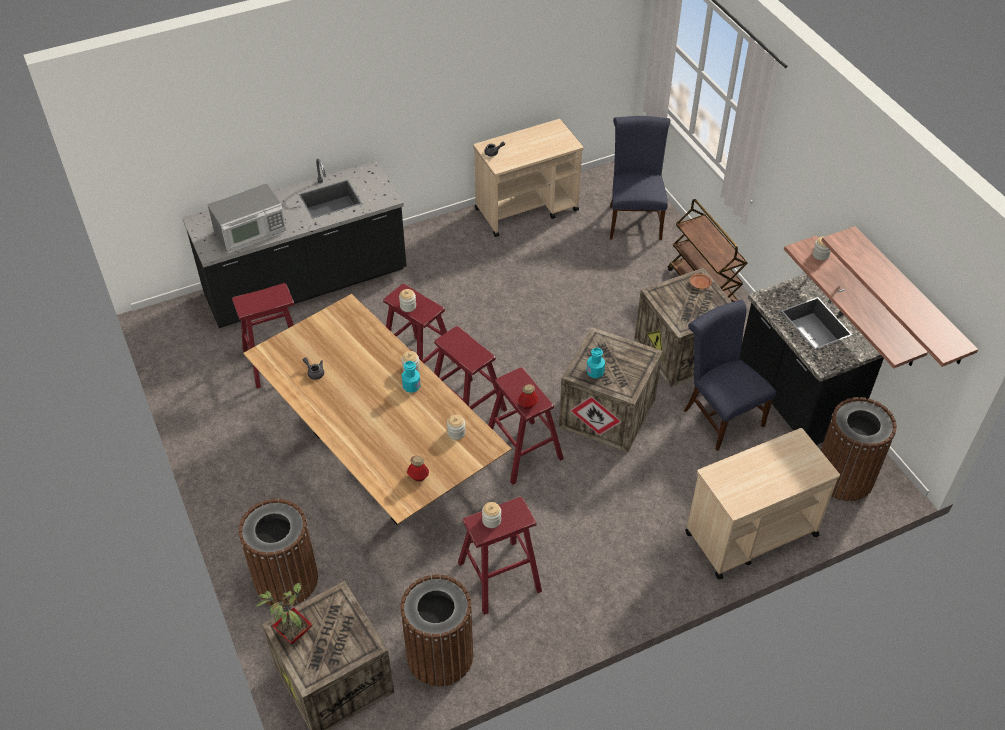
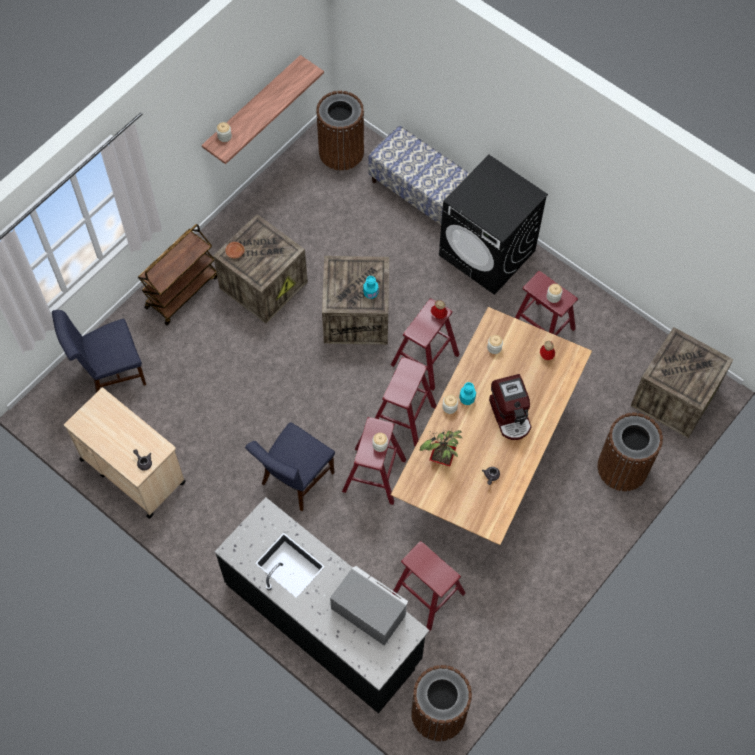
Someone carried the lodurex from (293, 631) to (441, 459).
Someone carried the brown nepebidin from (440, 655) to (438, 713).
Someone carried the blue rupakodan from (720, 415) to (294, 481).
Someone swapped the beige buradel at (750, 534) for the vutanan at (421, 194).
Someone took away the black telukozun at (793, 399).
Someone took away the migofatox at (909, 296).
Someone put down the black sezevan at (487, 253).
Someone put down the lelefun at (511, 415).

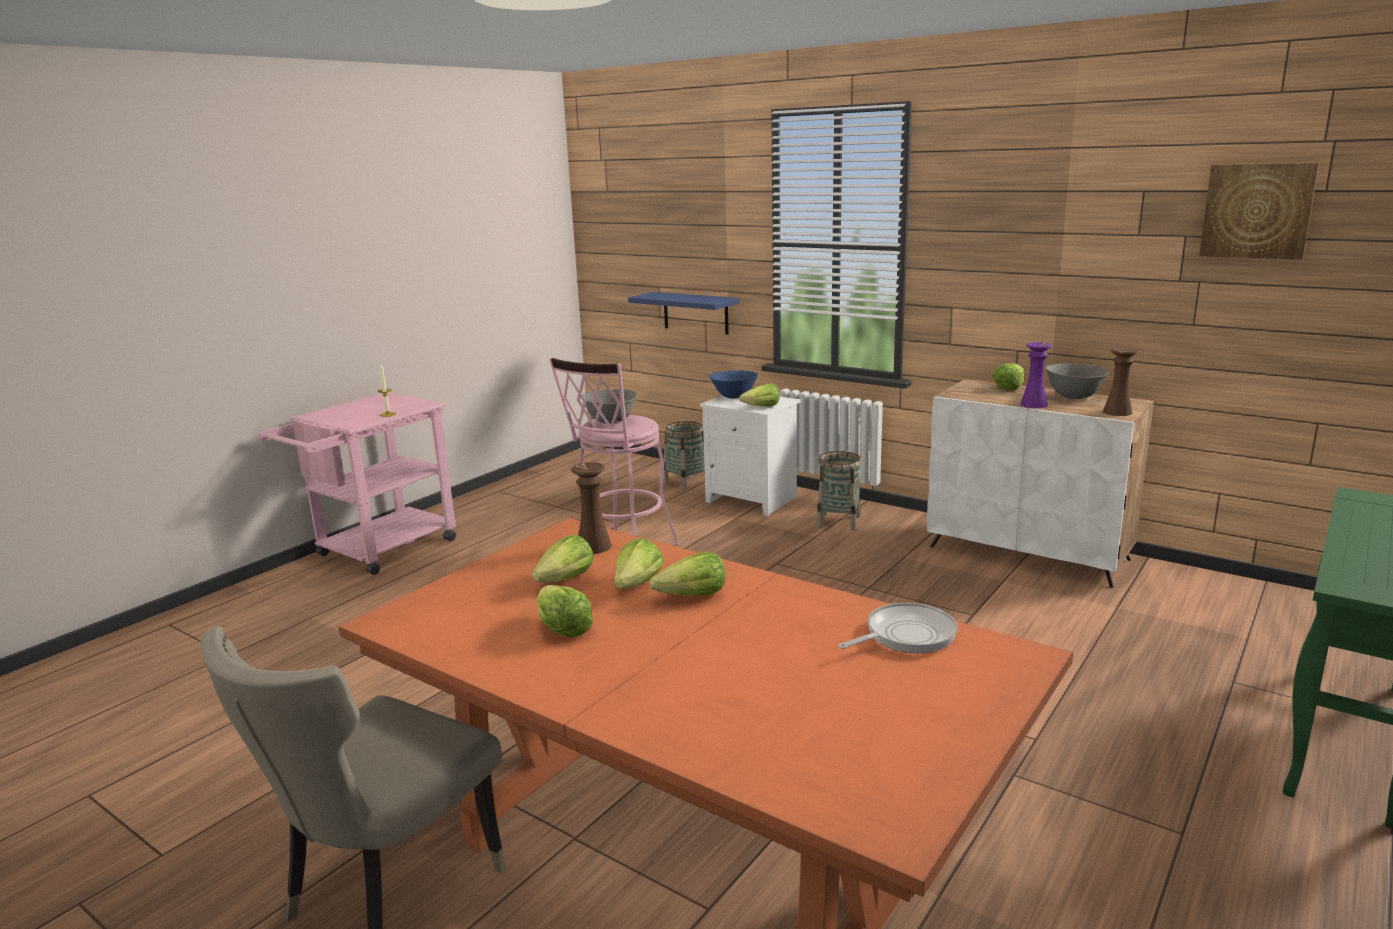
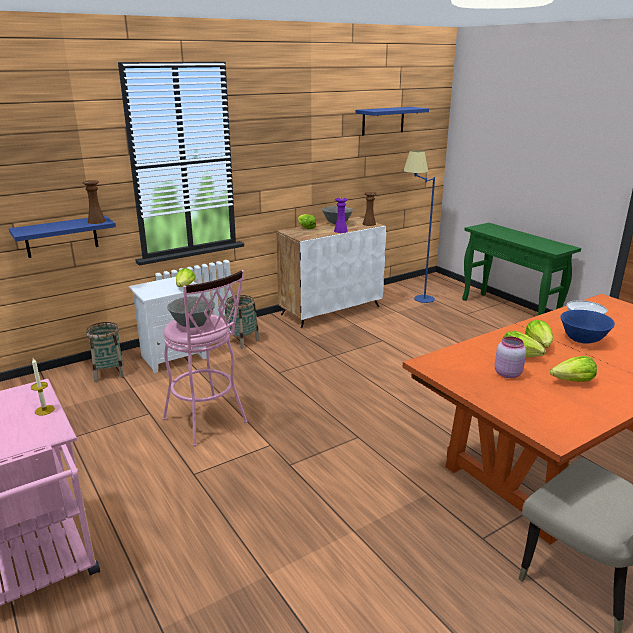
Someone swapped the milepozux at (566, 580) for the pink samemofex at (507, 373).
Someone carried the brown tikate from (593, 546) to (96, 221).
Someone carried the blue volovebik from (734, 397) to (583, 340).
Someone swapped the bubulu at (1257, 210) for the blue migofatox at (383, 121).
Someone put down the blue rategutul at (414, 297).

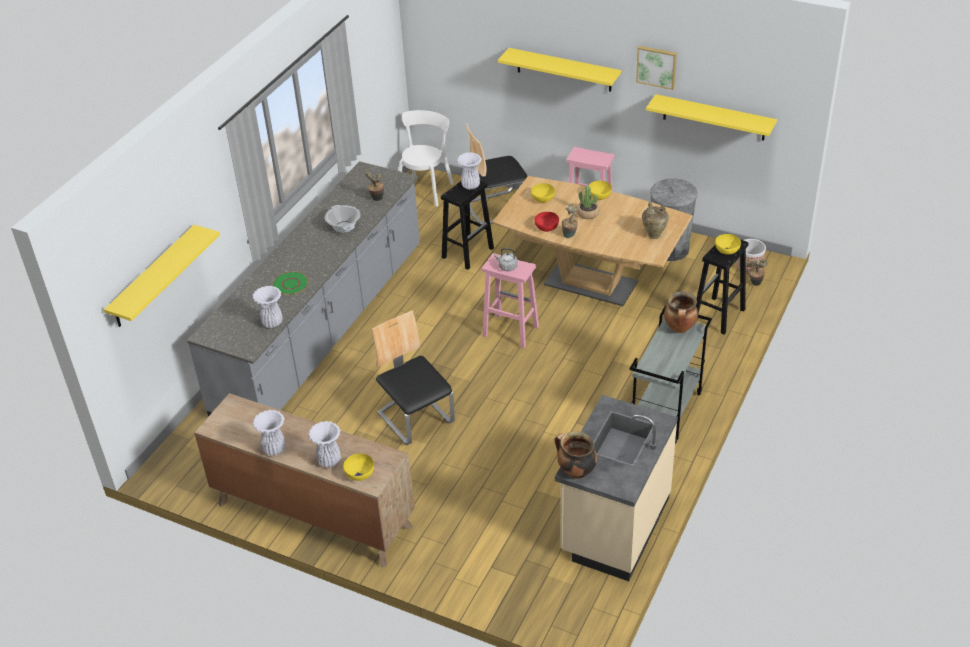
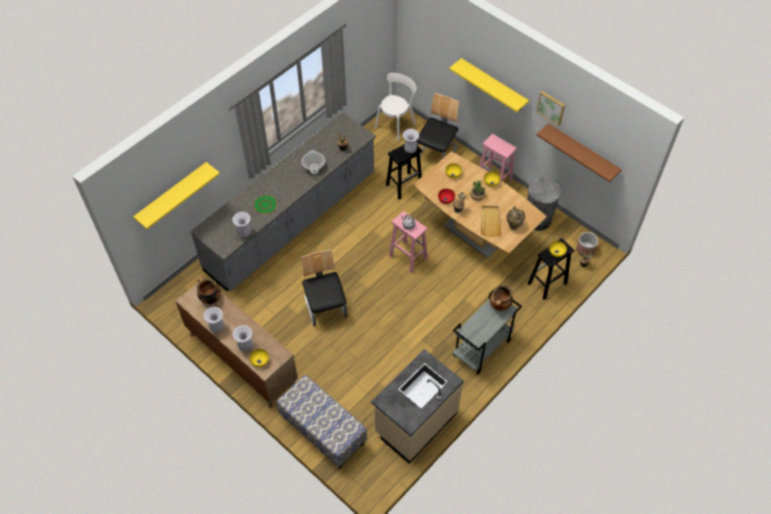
Someone rotated the rupakodan at (497, 207) by 120 degrees clockwise.
Someone carried the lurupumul from (575, 471) to (210, 298).
Someone repainted the yellow migofatox at (714, 117), which became the brown migofatox at (582, 152).
Someone put down the vutanan at (322, 430).
Someone put down the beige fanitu at (490, 221).

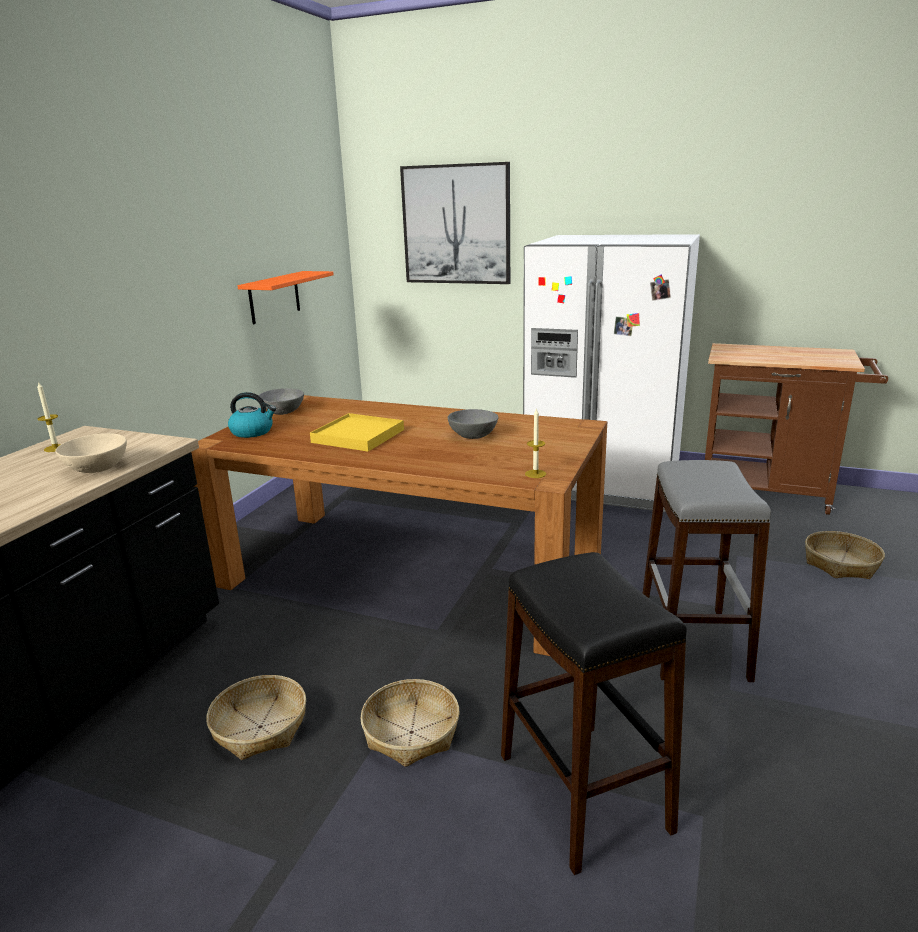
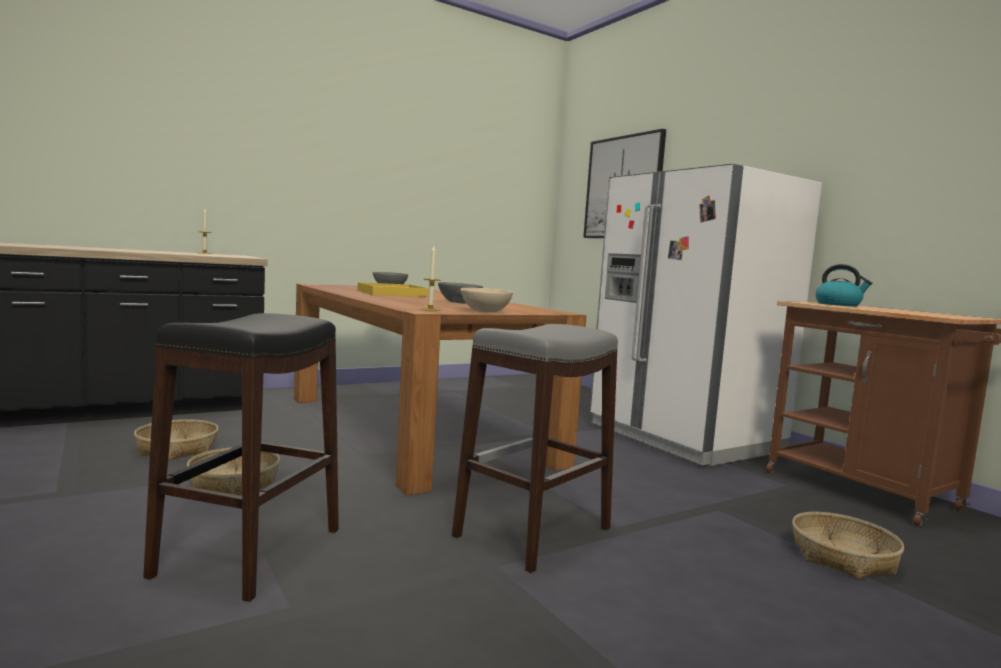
Someone carried the beige volovebik from (97, 468) to (485, 311).
Someone carried the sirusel from (253, 432) to (839, 305).
Someone took away the orange migofatox at (274, 297).

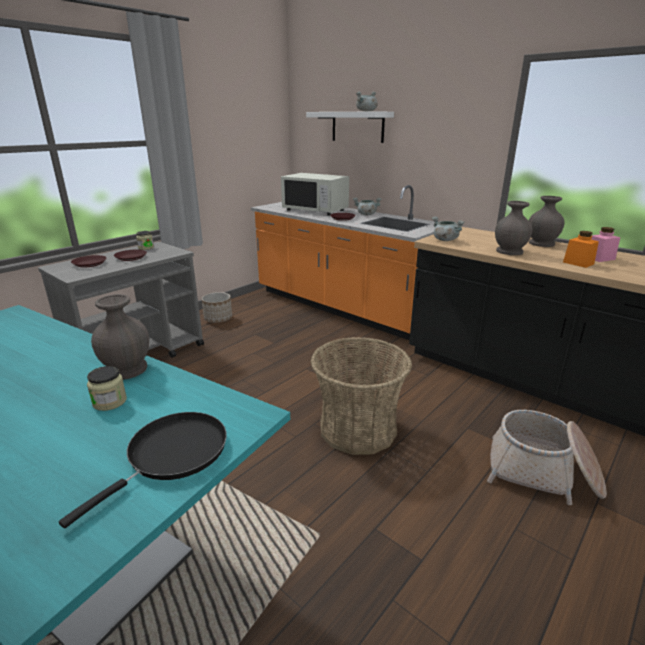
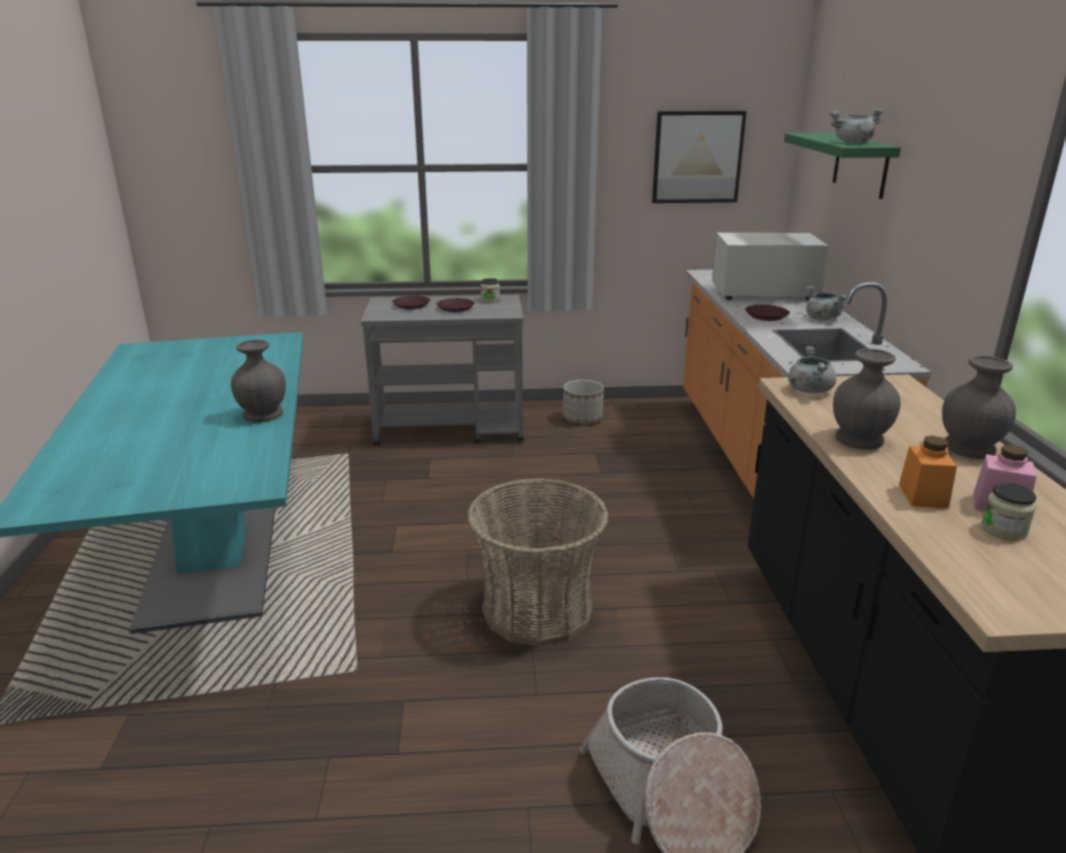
Someone took away the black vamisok at (172, 455).
Someone carried the samemofex from (110, 402) to (1003, 530).
Someone rotated the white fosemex at (315, 210) by 105 degrees clockwise.
Someone repainted the white migofatox at (357, 127), which became the green migofatox at (860, 165).
Someone put up the bubulu at (697, 157).

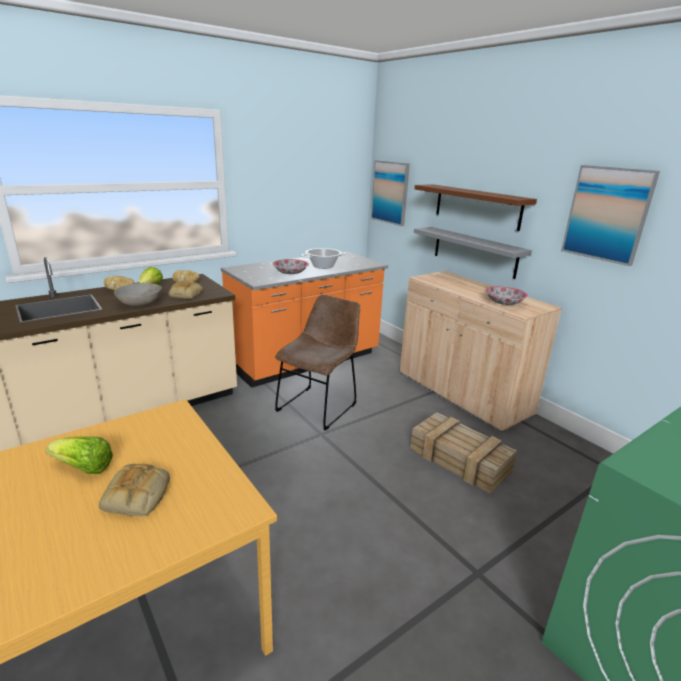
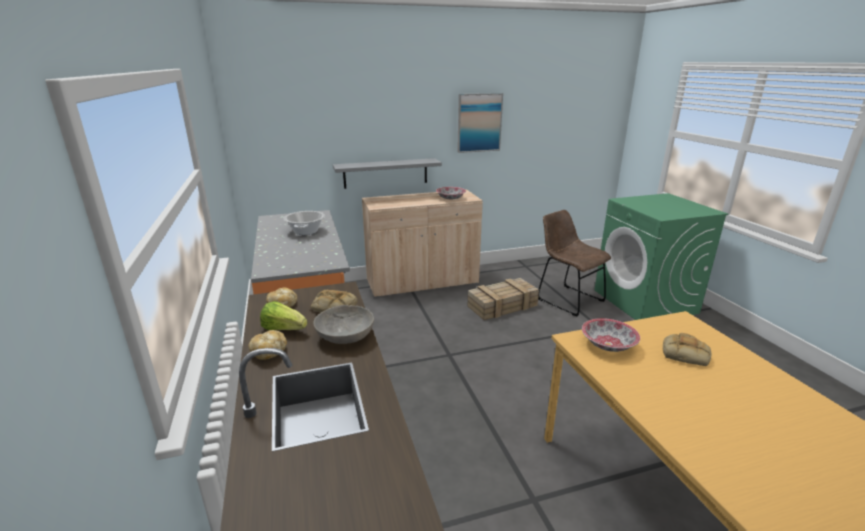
Someone took away the milepozux at (84, 468).
Someone carried the volovebik from (290, 273) to (607, 344).
Someone carried the brown rupakodan from (319, 406) to (567, 299).
Someone took away the bubulu at (390, 192).
Someone took away the brown migofatox at (477, 206).

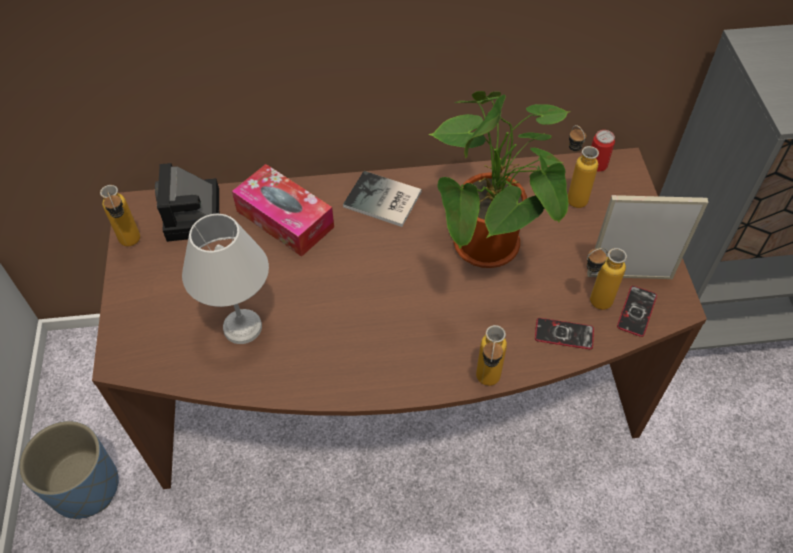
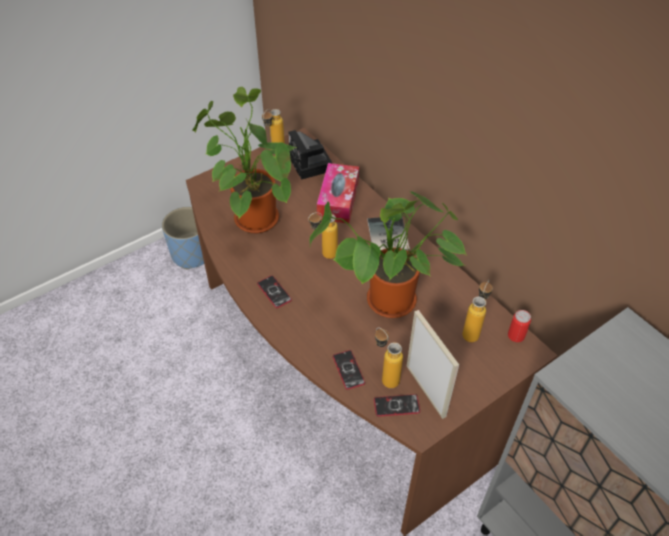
Someone rotated the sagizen at (194, 217) by 75 degrees counterclockwise.
Someone swapped the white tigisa at (241, 326) for the lodurex at (252, 217).
Someone carried the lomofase from (486, 385) to (323, 255).
Someone put down the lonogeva at (274, 292).

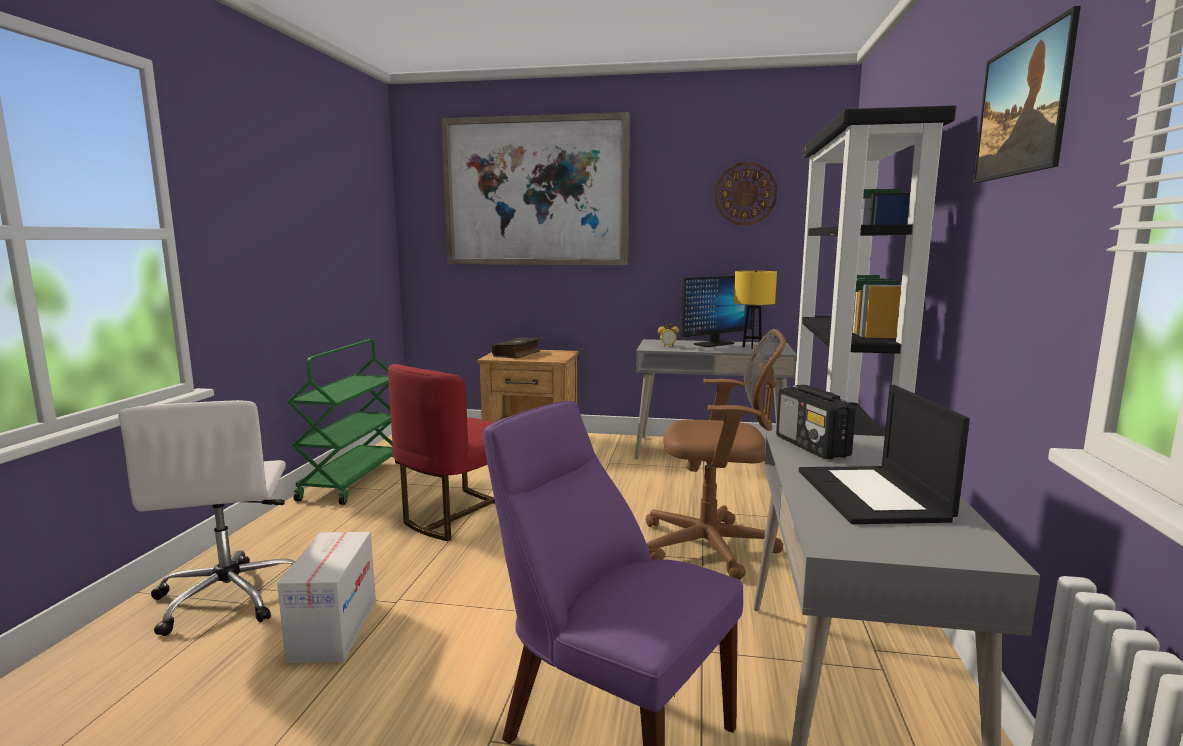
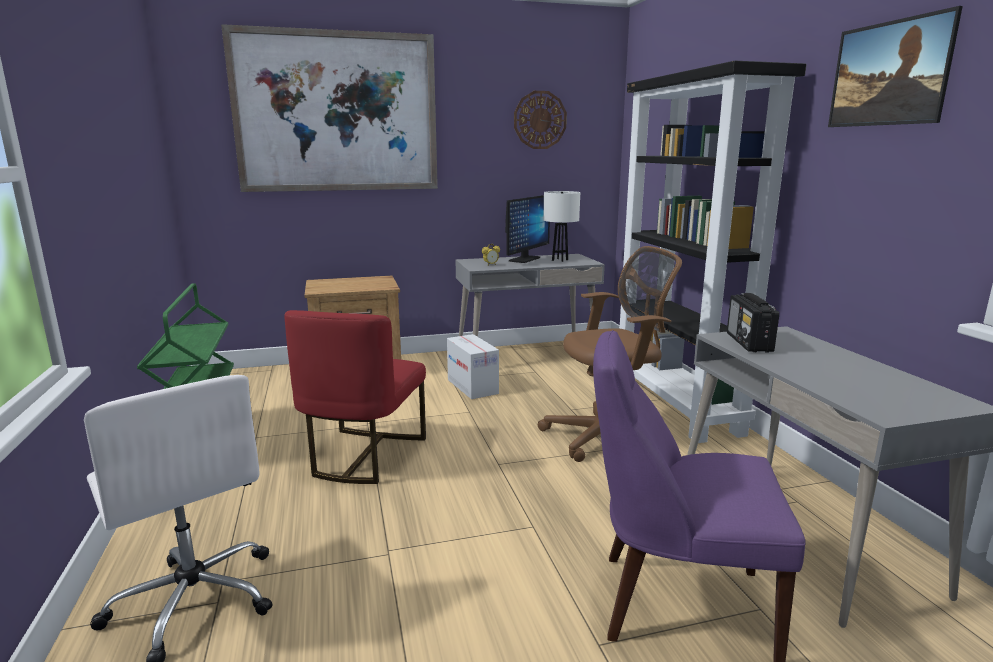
Someone carried the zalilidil from (334, 630) to (472, 386).
Someone took away the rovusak at (517, 354).
Someone repainted the yellow tigisa at (751, 347), which became the white tigisa at (560, 260).
Someone rotated the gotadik at (812, 447) by 45 degrees clockwise.
Someone took away the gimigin at (873, 495).

